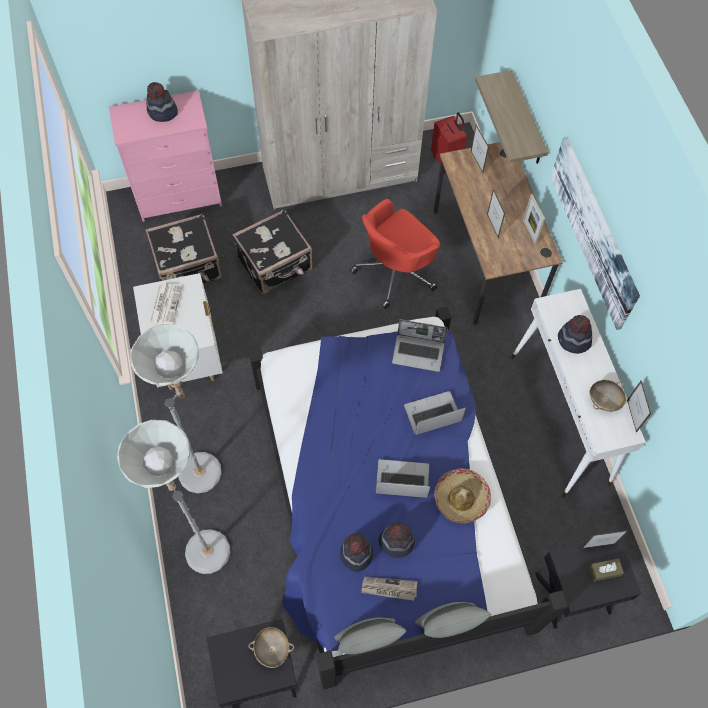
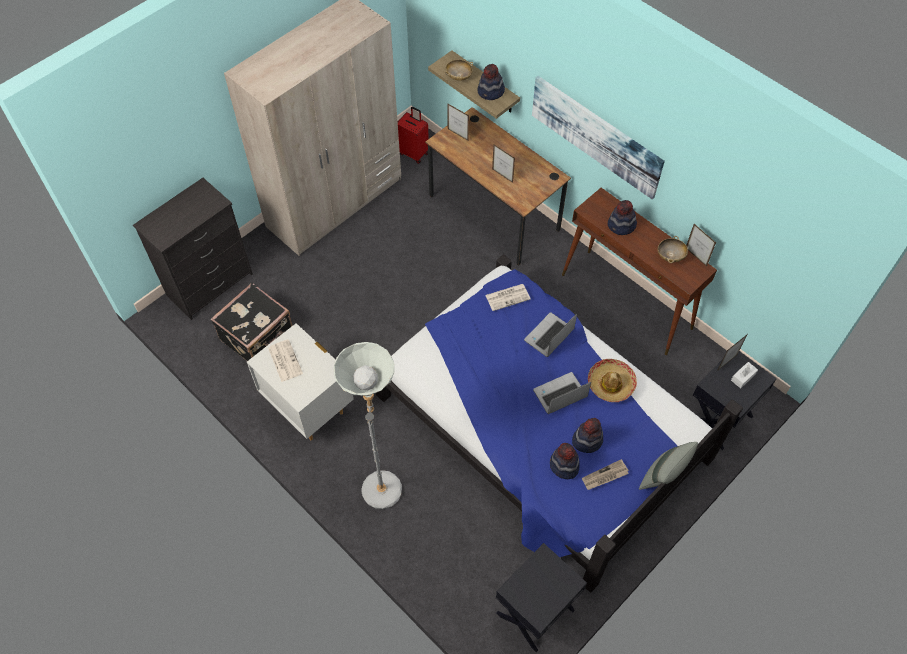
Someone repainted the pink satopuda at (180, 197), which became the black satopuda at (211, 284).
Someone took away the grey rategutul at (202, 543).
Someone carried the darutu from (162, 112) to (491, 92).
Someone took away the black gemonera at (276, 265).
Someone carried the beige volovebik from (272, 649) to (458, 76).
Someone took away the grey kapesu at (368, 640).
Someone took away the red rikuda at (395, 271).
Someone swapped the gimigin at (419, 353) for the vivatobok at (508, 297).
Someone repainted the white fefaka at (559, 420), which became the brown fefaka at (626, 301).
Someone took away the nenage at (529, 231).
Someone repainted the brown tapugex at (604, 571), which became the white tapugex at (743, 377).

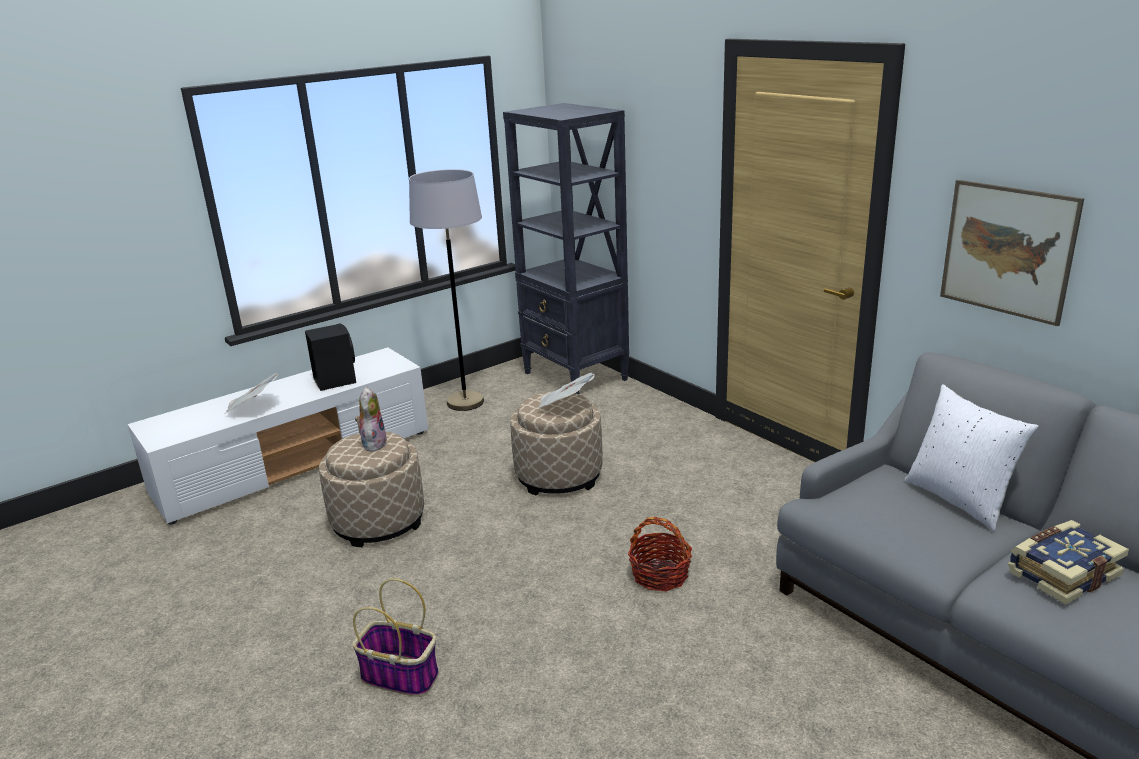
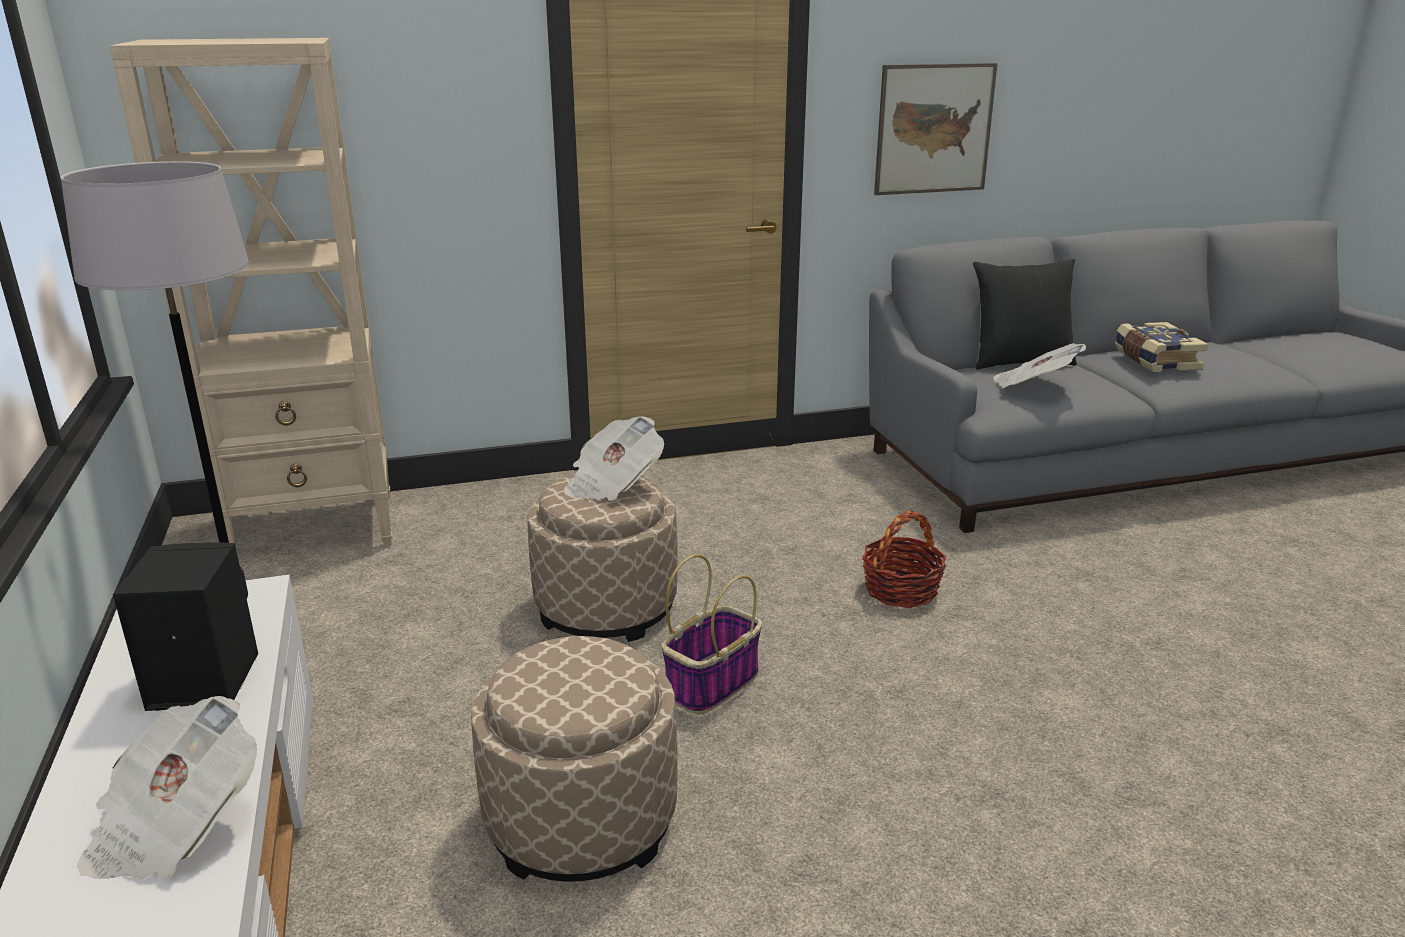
Someone carried the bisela from (401, 676) to (712, 683).
Someone took away the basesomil at (373, 443).
Someone repainted the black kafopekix at (576, 377), which became the beige kafopekix at (316, 528).
Someone repainted the white kapesu at (959, 499), which became the black kapesu at (1019, 362).
Someone put down the vivatobok at (1033, 387).

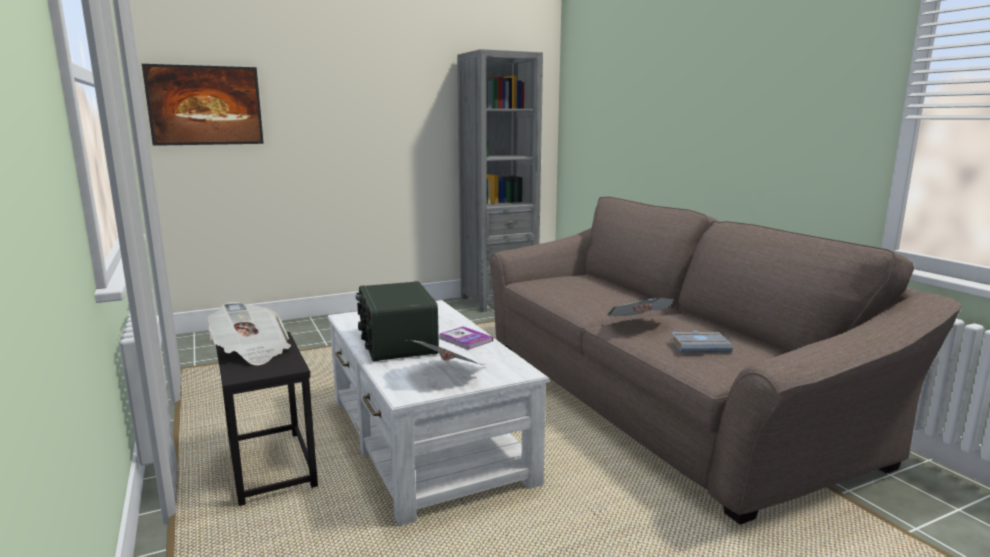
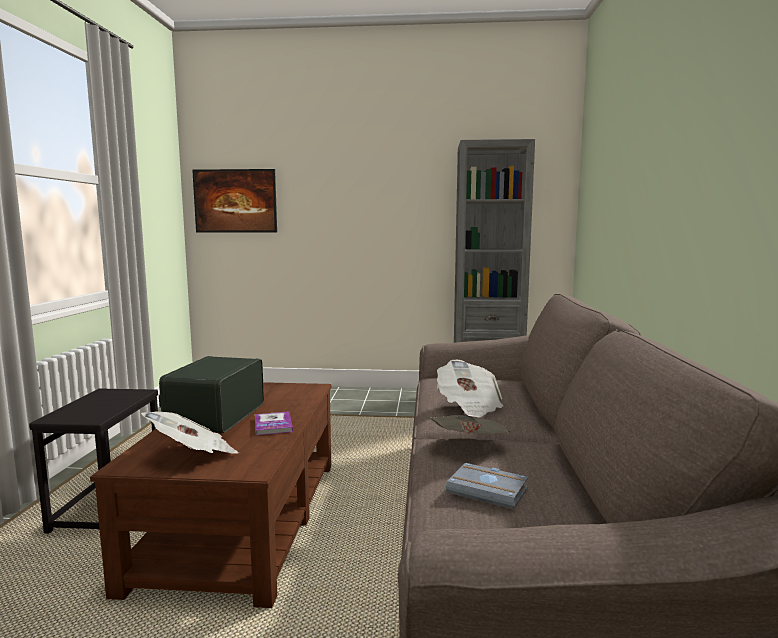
Someone carried the vivatobok from (251, 352) to (469, 406).
Someone repainted the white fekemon at (425, 439), which became the brown fekemon at (241, 520).

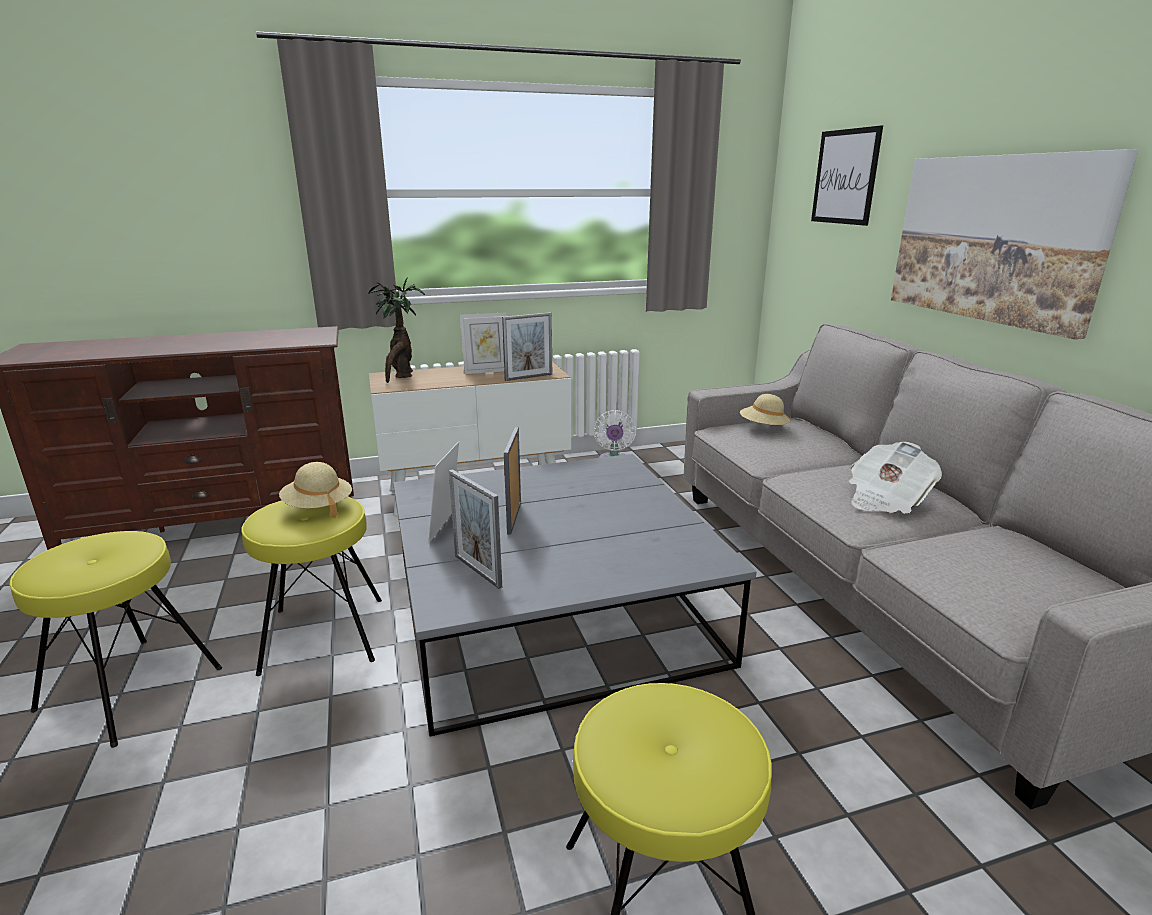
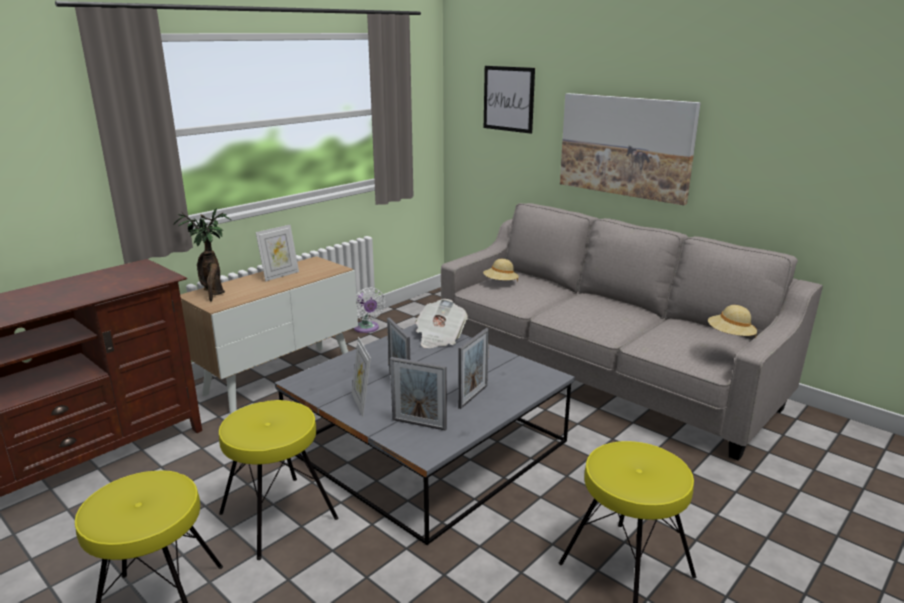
Someone carried the beige darutu from (318, 507) to (730, 336).
Someone carried the nenage from (528, 377) to (473, 396).
Someone carried the vivatobok from (886, 499) to (439, 337).

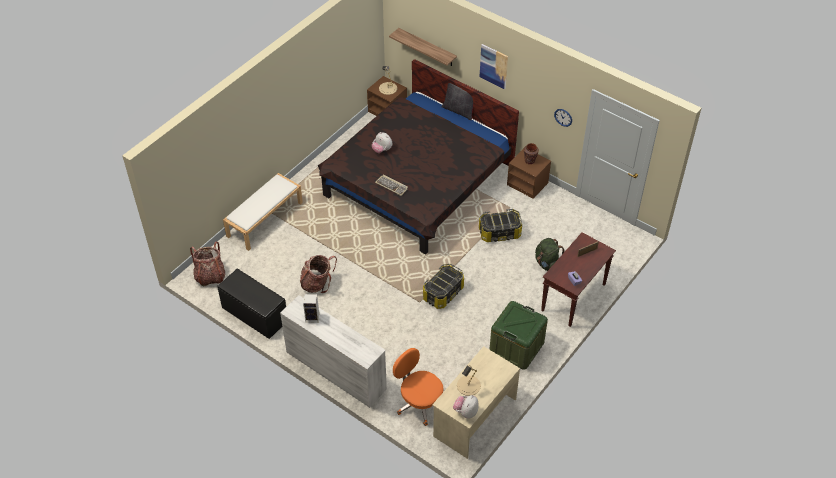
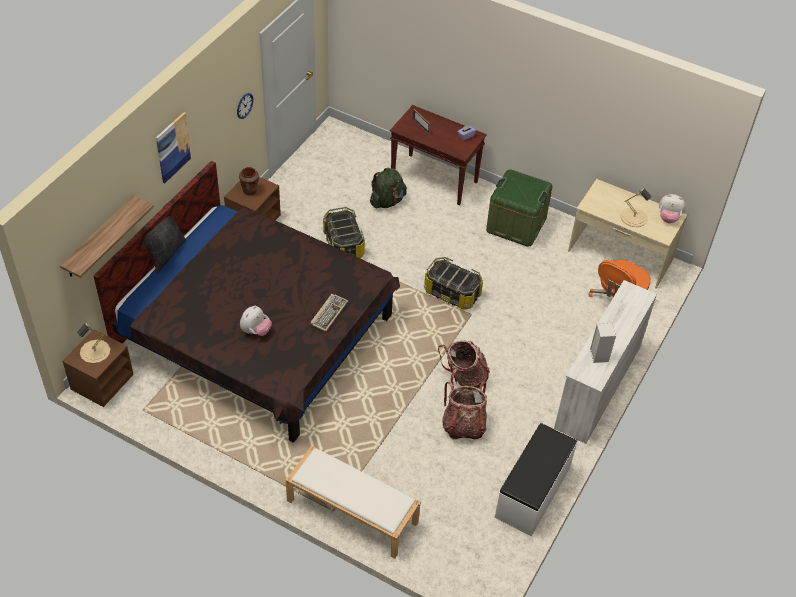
Someone carried the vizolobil from (210, 276) to (464, 379).
Someone repainted the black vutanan at (254, 314), which became the white vutanan at (533, 492).

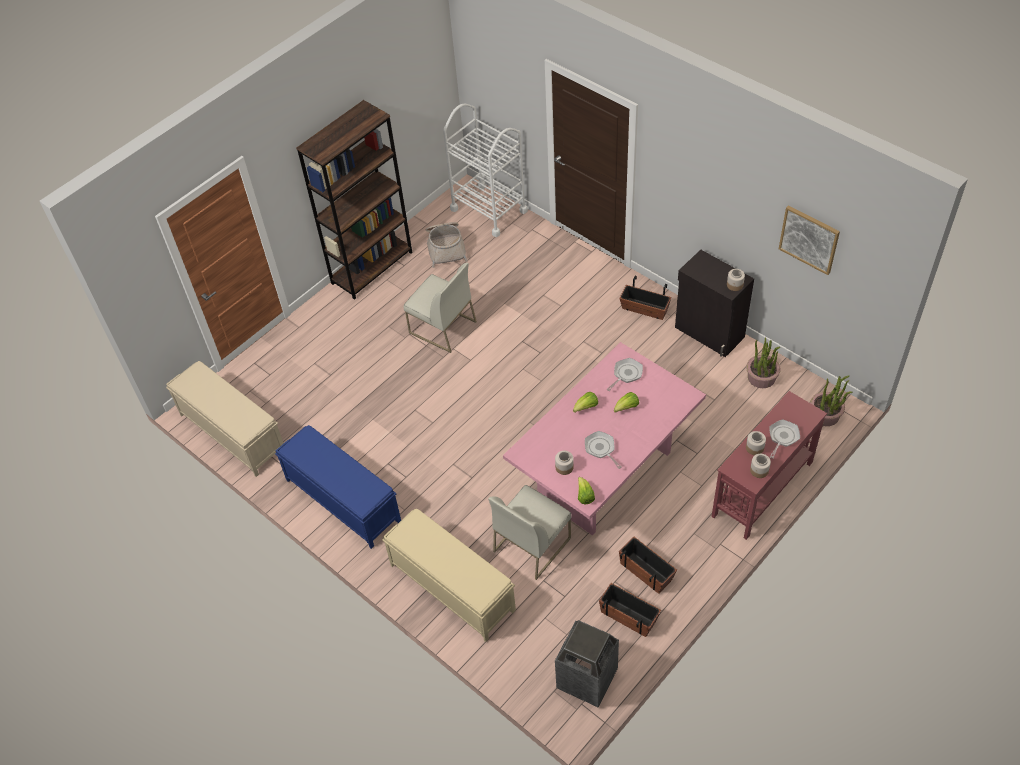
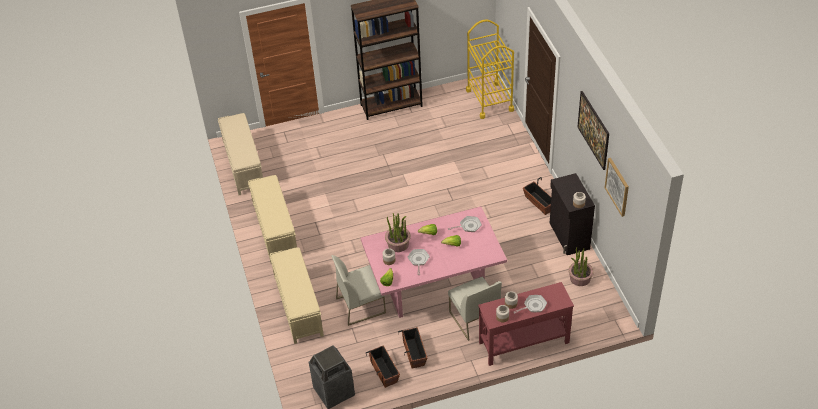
Someone repainted the blue vutanan at (342, 500), which became the beige vutanan at (275, 230).
Someone carried the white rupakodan from (442, 327) to (474, 319).
Someone took away the bisela at (446, 247).
Someone repainted the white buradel at (489, 210), which became the yellow buradel at (489, 100).
Someone carried the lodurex from (825, 415) to (398, 244).
Someone put up the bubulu at (592, 139).

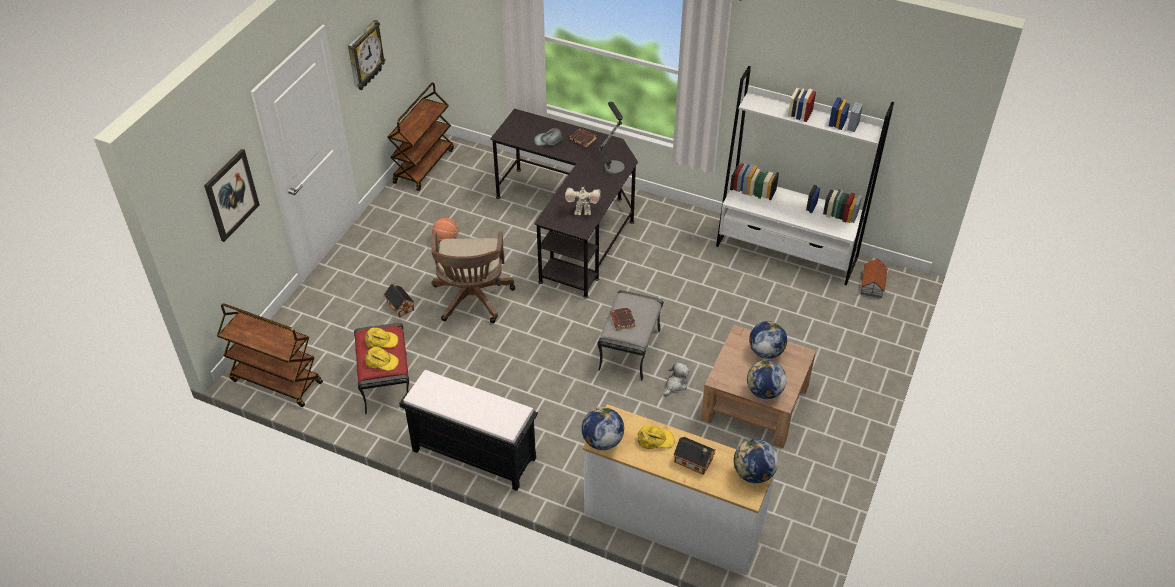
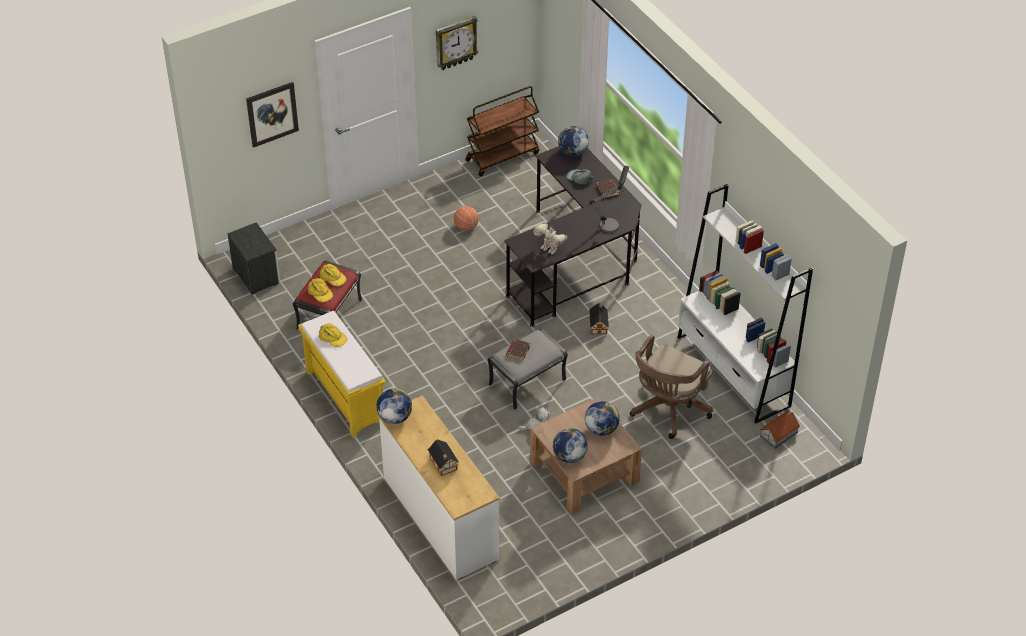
Someone swapped the brown buradel at (276, 381) for the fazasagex at (256, 274).
Someone carried the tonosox from (400, 305) to (598, 324).
Someone repainted the black vutanan at (472, 455), which became the yellow vutanan at (344, 396).
Someone carried the brown rikuda from (472, 300) to (667, 410).
Someone carried the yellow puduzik from (655, 439) to (332, 337).
Someone carried the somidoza from (753, 474) to (572, 152).

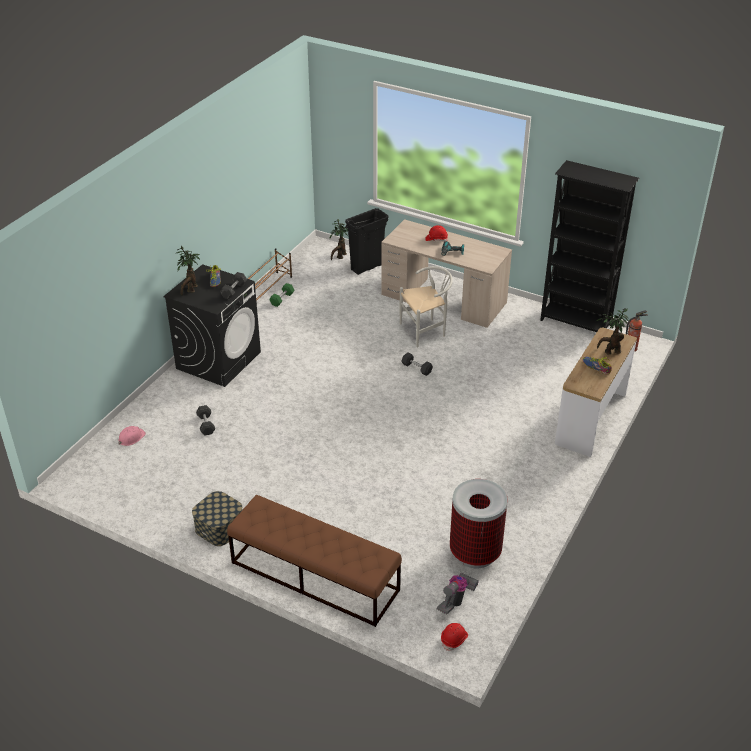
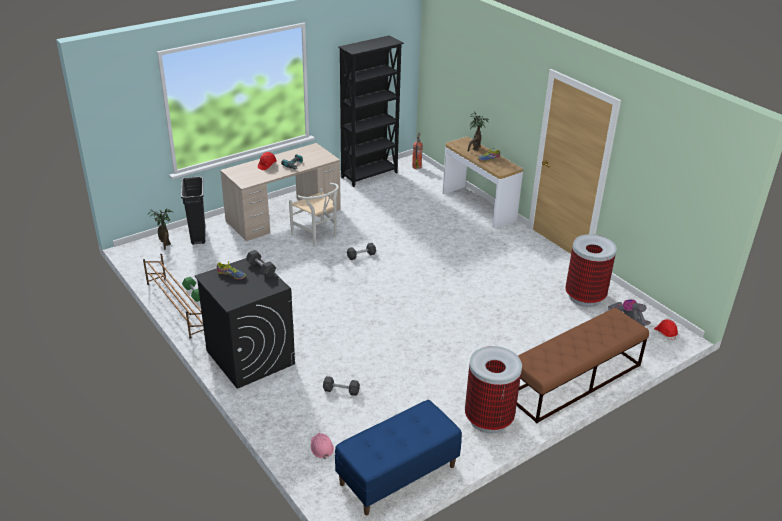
Someone took away the lodurex at (190, 290).
Someone swapped the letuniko at (219, 528) for the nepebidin at (488, 419).
Someone rotated the white rupakodan at (426, 330) by 135 degrees clockwise.
Someone put down the blue vutanan at (397, 475).

